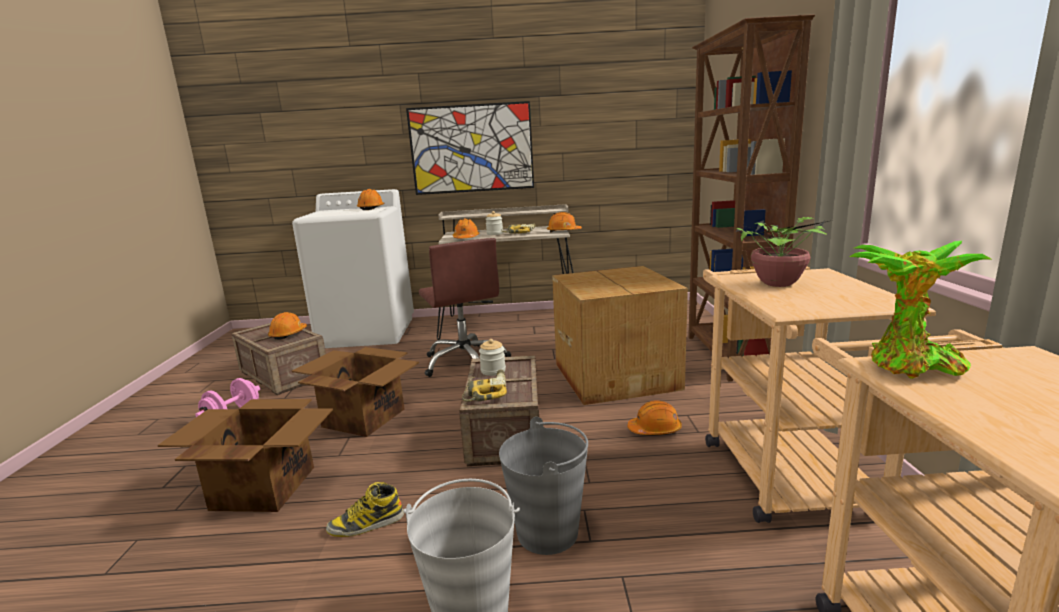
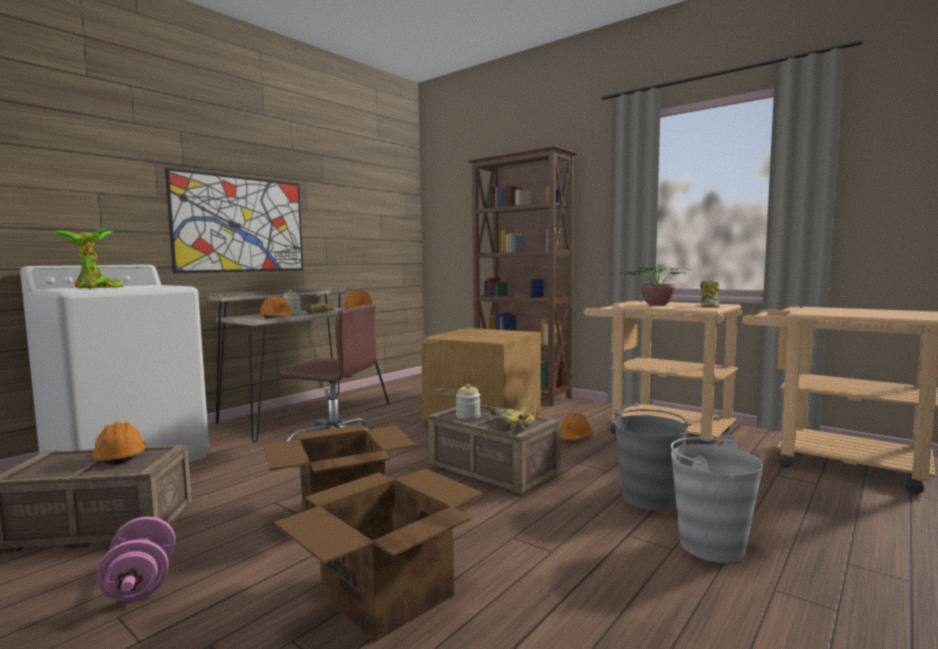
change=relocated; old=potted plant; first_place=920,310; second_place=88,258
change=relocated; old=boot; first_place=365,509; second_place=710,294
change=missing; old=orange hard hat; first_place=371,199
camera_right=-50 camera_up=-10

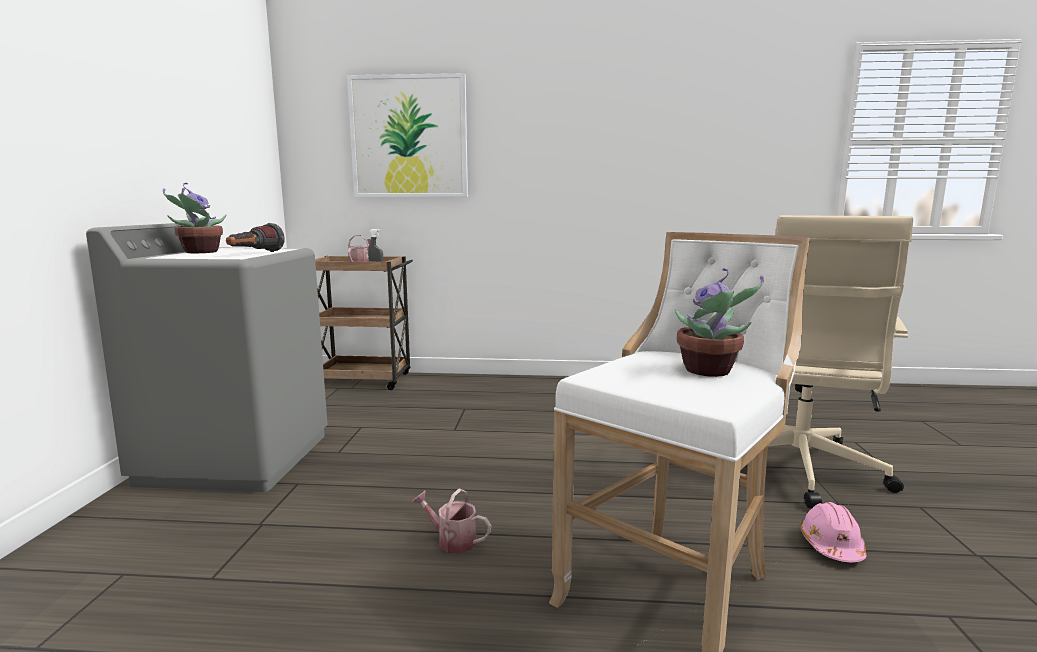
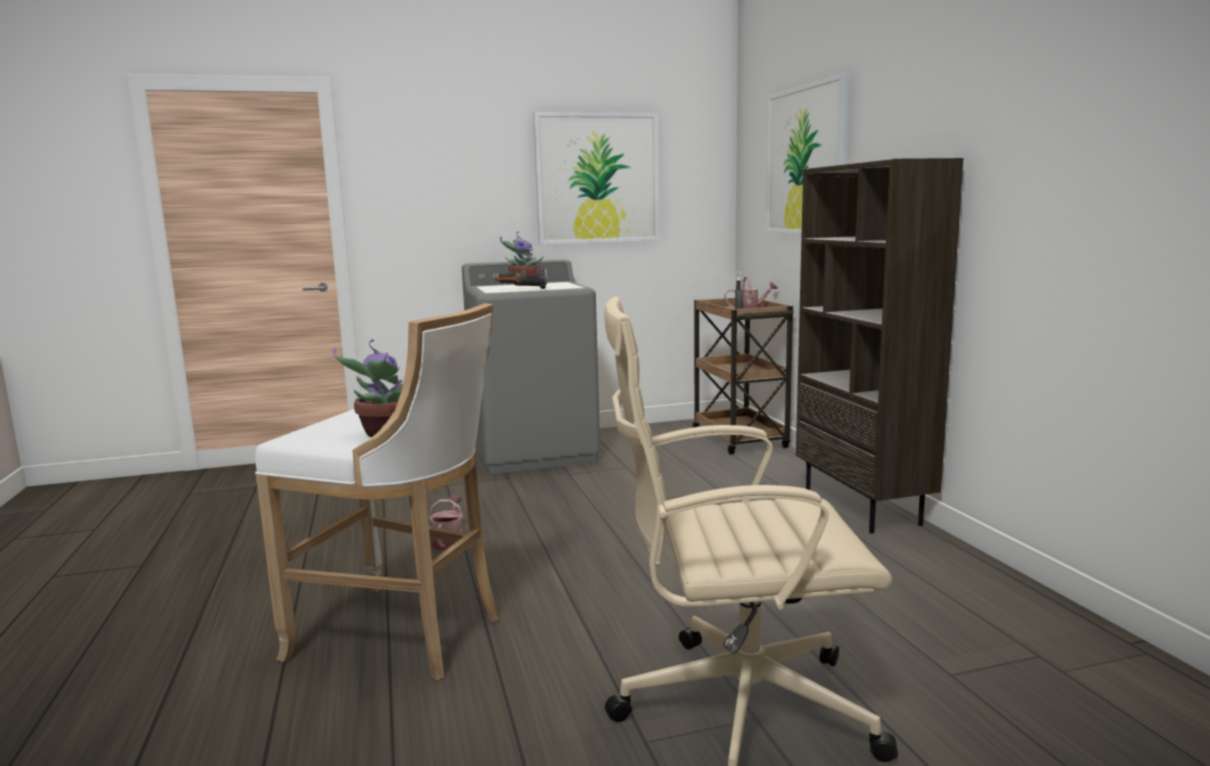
change=appeared; new=picture; second_place=596,178
change=appeared; new=brown bookcase; second_place=879,345
change=missing; old=pink hard hat; first_place=833,532
camera_right=70 camera_up=0

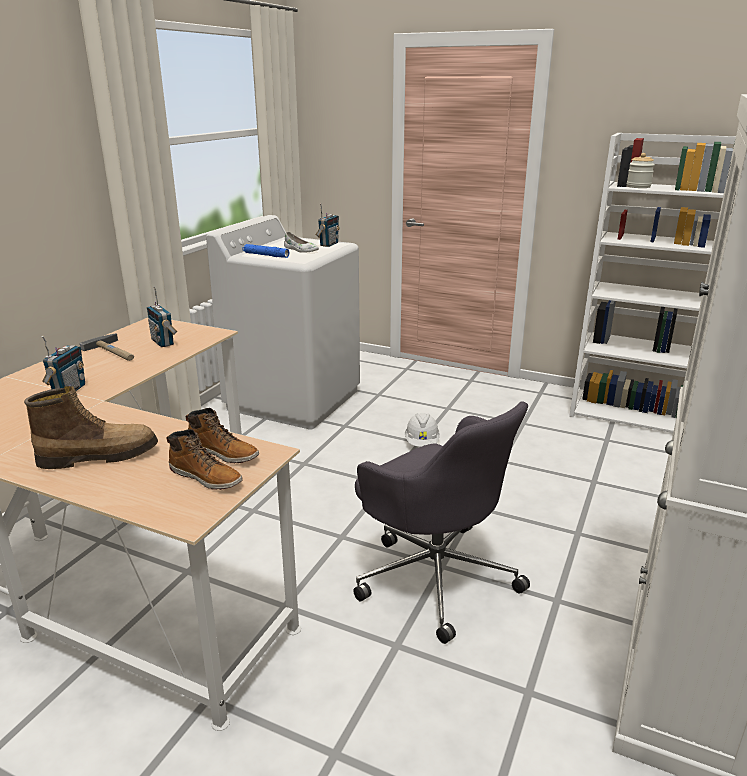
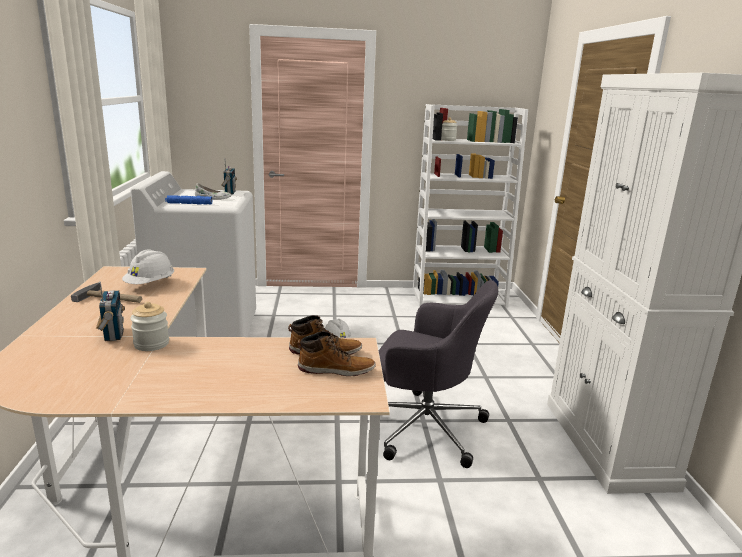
change=exchanged; old=radio; new=white hard hat; first_place=162,317; second_place=148,266
change=appeared; new=jar; second_place=149,326
change=missing; old=boot; first_place=91,427
camera_right=-30 camera_up=-5

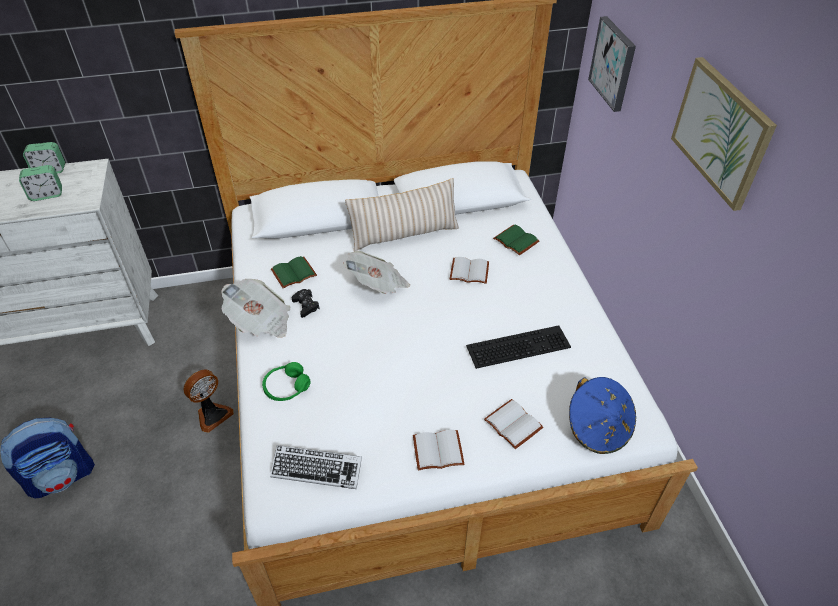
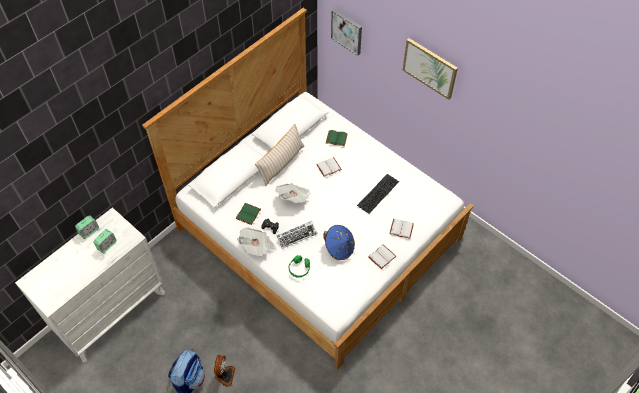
change=relocated; old=fan; first_place=208,401; second_place=224,371
change=relocated; old=keyboard; first_place=316,467; second_place=297,235
change=relocated; old=blue hat; first_place=602,415; second_place=339,242
camera_right=-35 camera_up=10

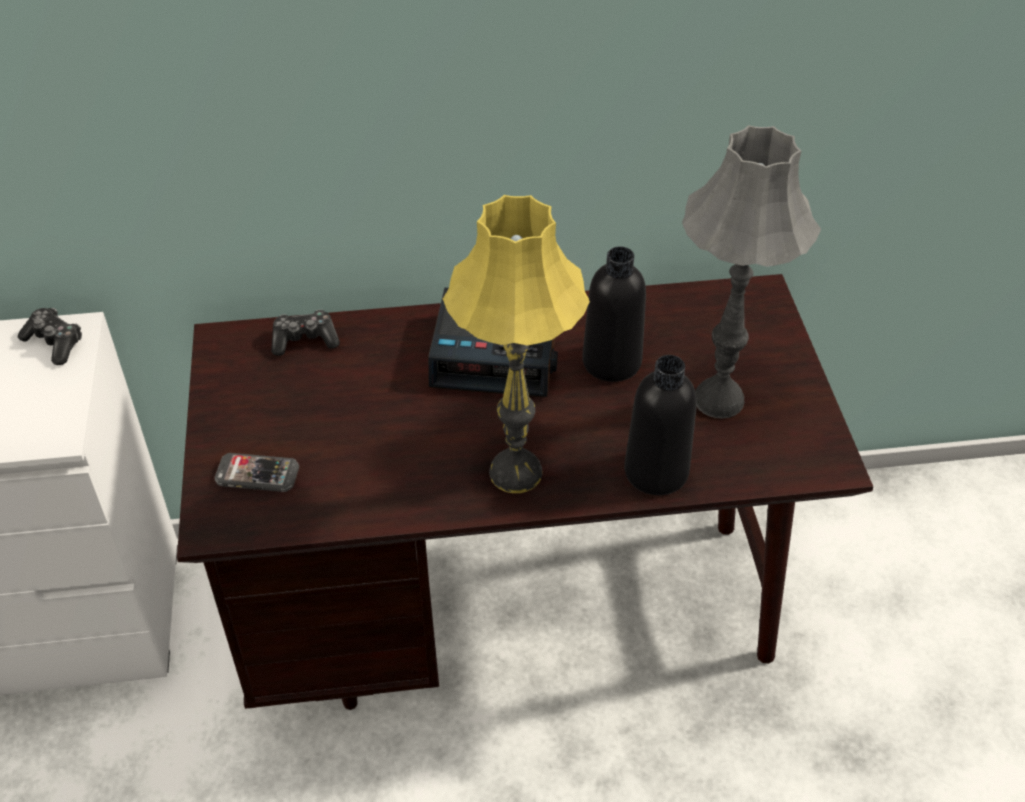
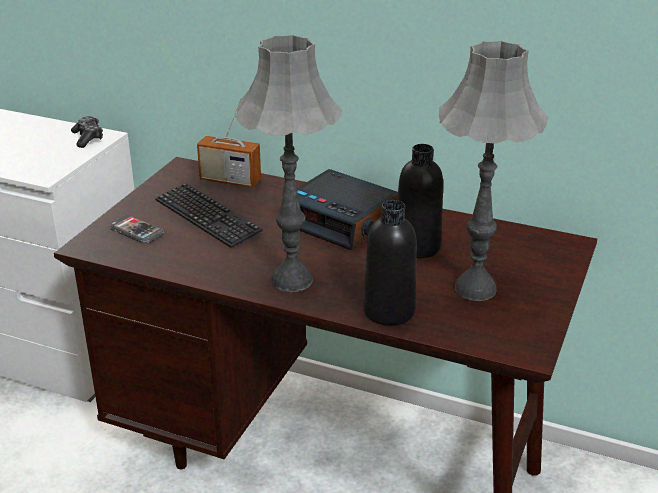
change=appeared; new=keyboard; second_place=209,215
change=exchanged; old=game controller; new=radio; first_place=305,333; second_place=229,142
change=colour; old=yellow table lamp; new=grey table lamp; first_place=516,344; second_place=288,163
camera_right=30 camera_up=-15

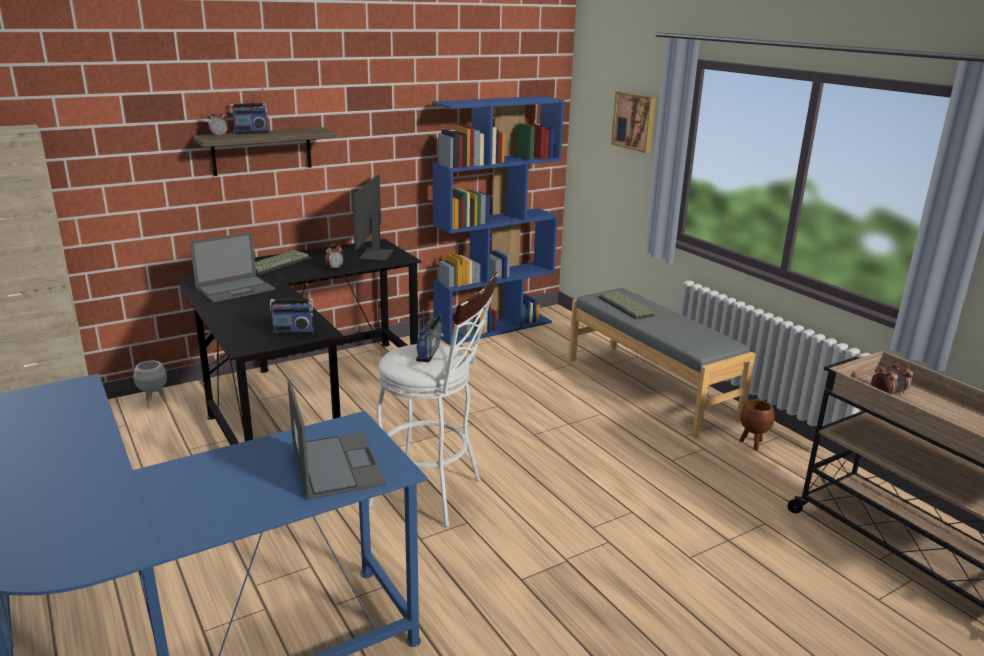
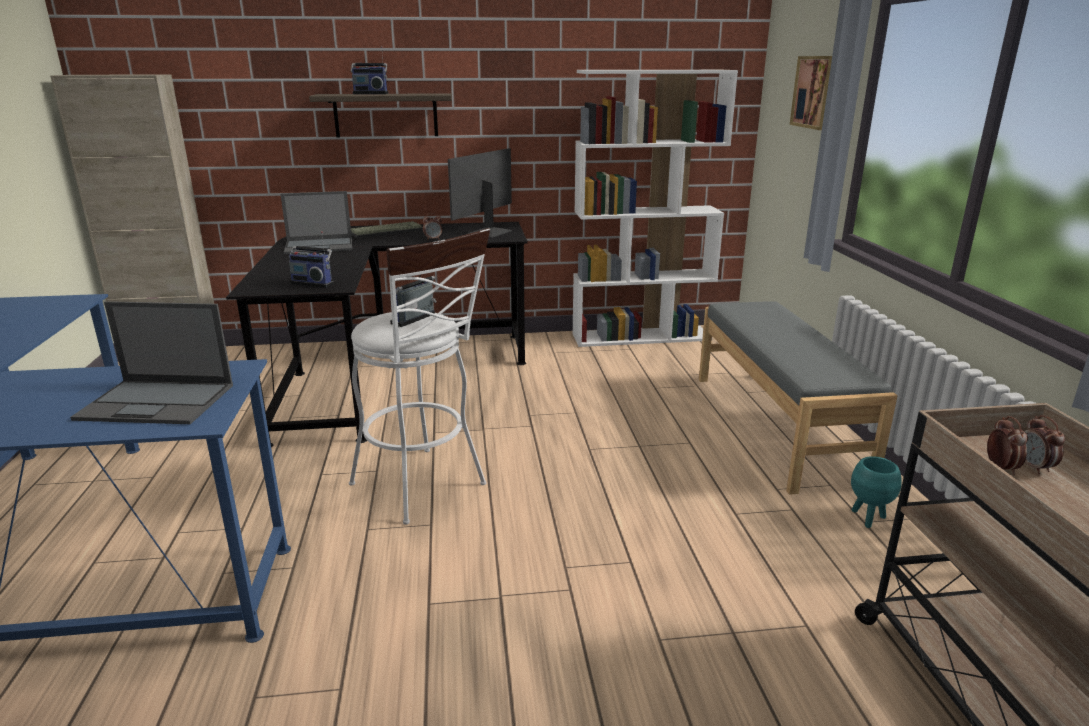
change=spun; old=laptop; first_place=336,439; second_place=151,362; degrees=90
change=colour; old=blue bookcase; new=white bookcase; first_place=498,221; second_place=655,208
change=colour; old=brown planter; new=turquoise planter; first_place=757,425; second_place=876,492
change=missing; old=white planter; first_place=150,384
change=missing; old=alarm clock; first_place=218,123
change=missing; old=keyboard; first_place=626,305
camera_right=25 camera_up=0

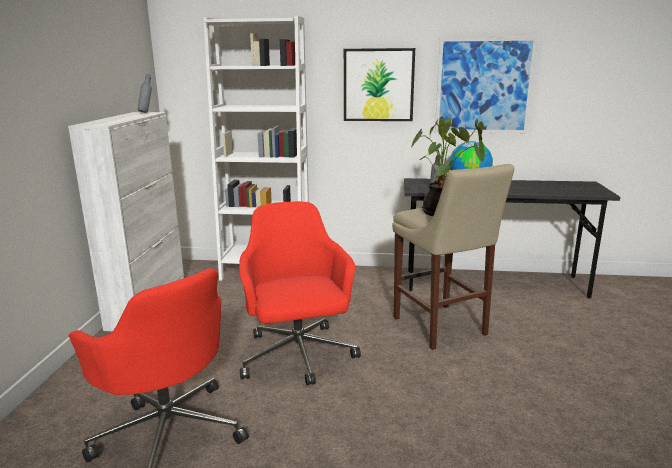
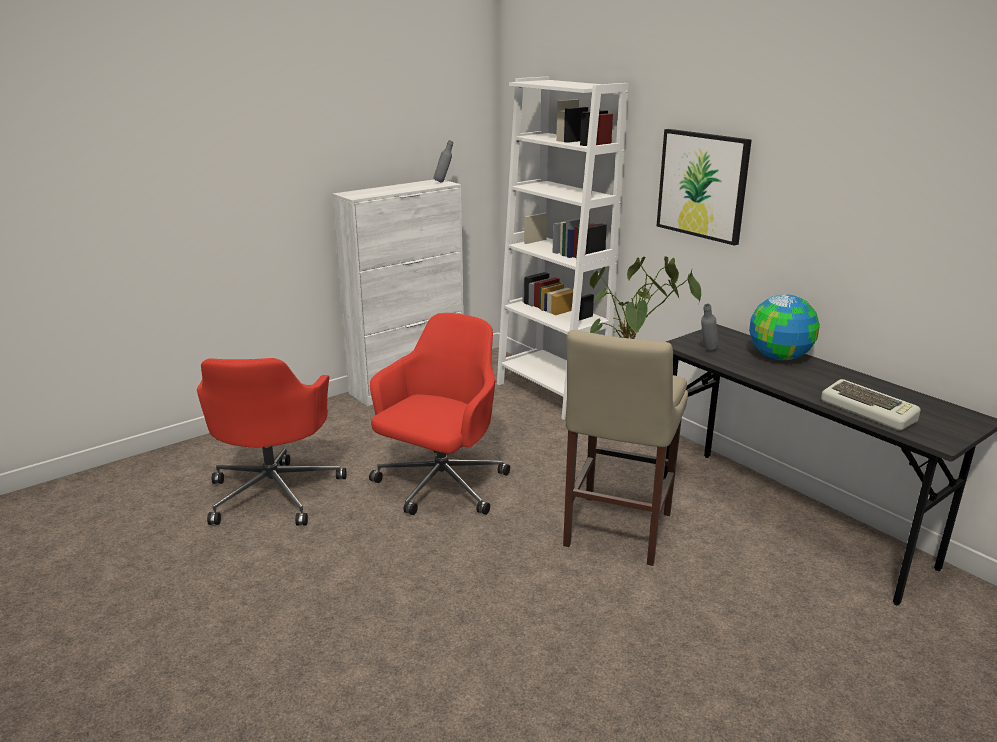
change=appeared; new=keyboard; second_place=871,405
change=missing; old=picture; first_place=486,85
camera_right=45 camera_up=5

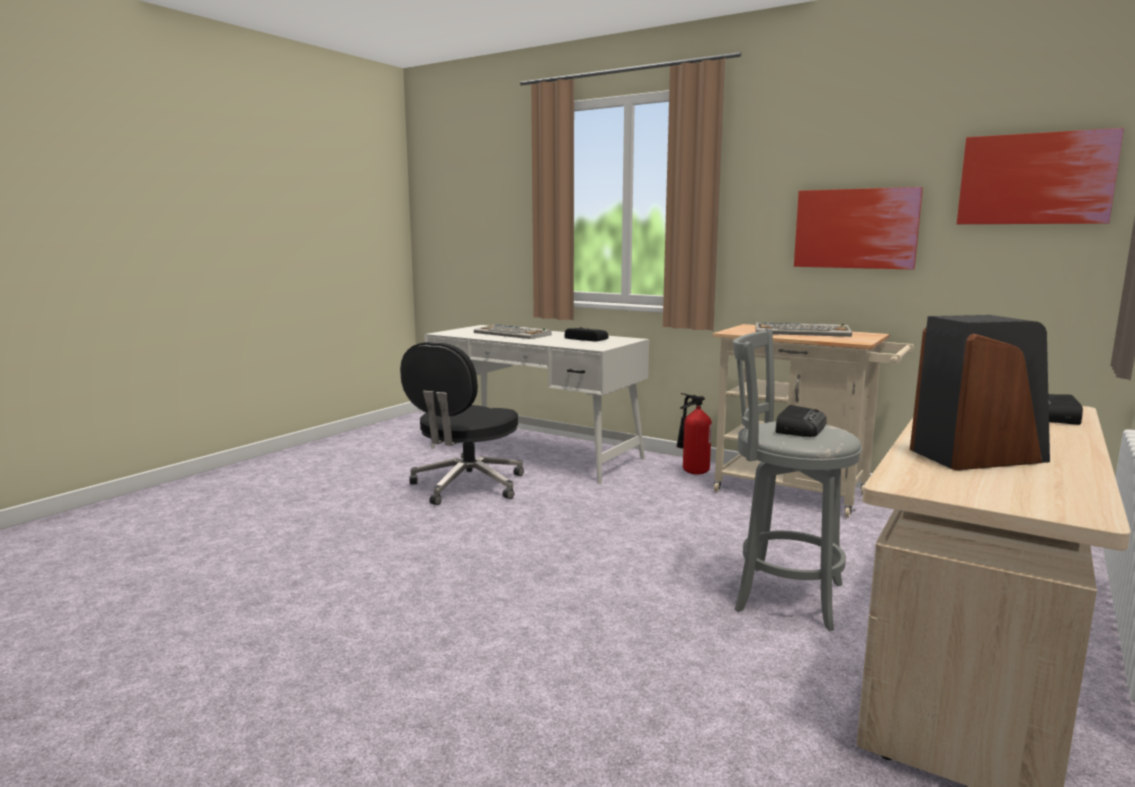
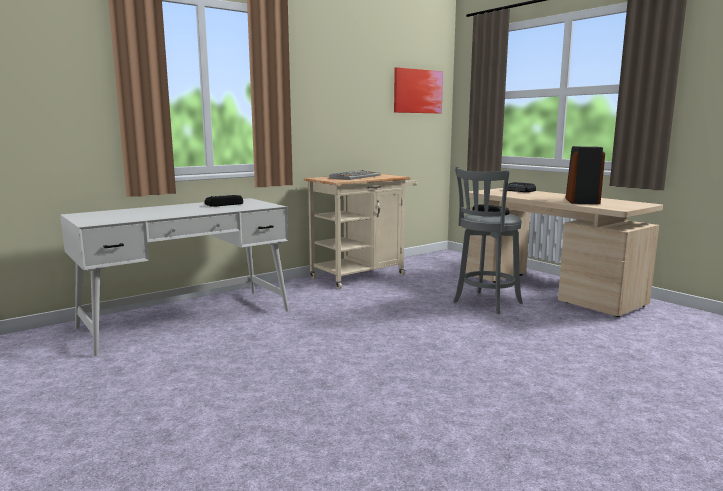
change=missing; old=black office chair; first_place=462,423
change=missing; old=keyboard; first_place=512,331
change=missing; old=fire extinguisher; first_place=694,433
change=missing; old=picture; first_place=858,228
camera_right=-70 camera_up=0

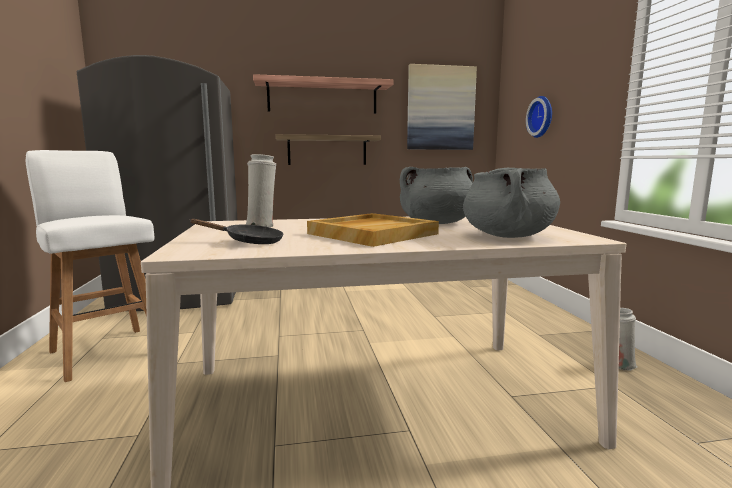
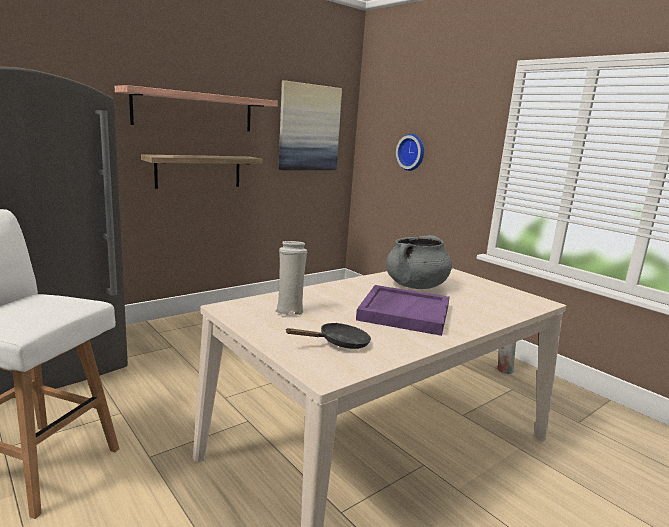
change=colour; old=beige tray; new=purple tray; first_place=373,230; second_place=403,310
change=missing; old=grey cooking pot; first_place=511,202
camera_right=-30 camera_up=5

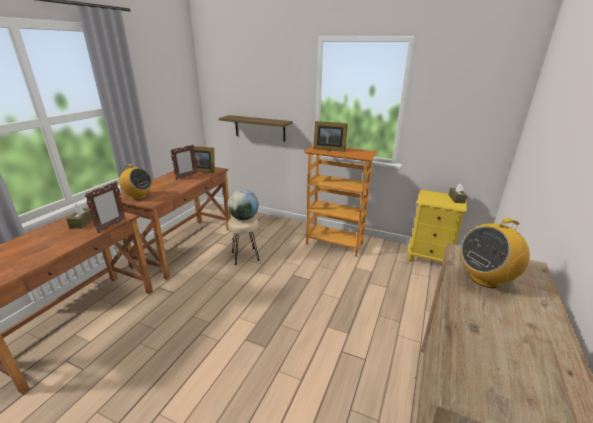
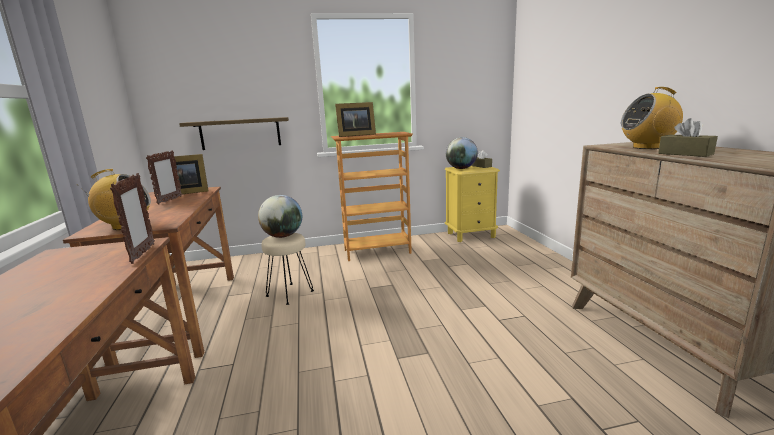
change=appeared; new=globe; second_place=462,153
change=spun; old=radio; first_place=495,253; second_place=652,118; degrees=60
change=relocated; old=brown tissue box; first_place=80,216; second_place=688,137
camera_right=-35 camera_up=-10

